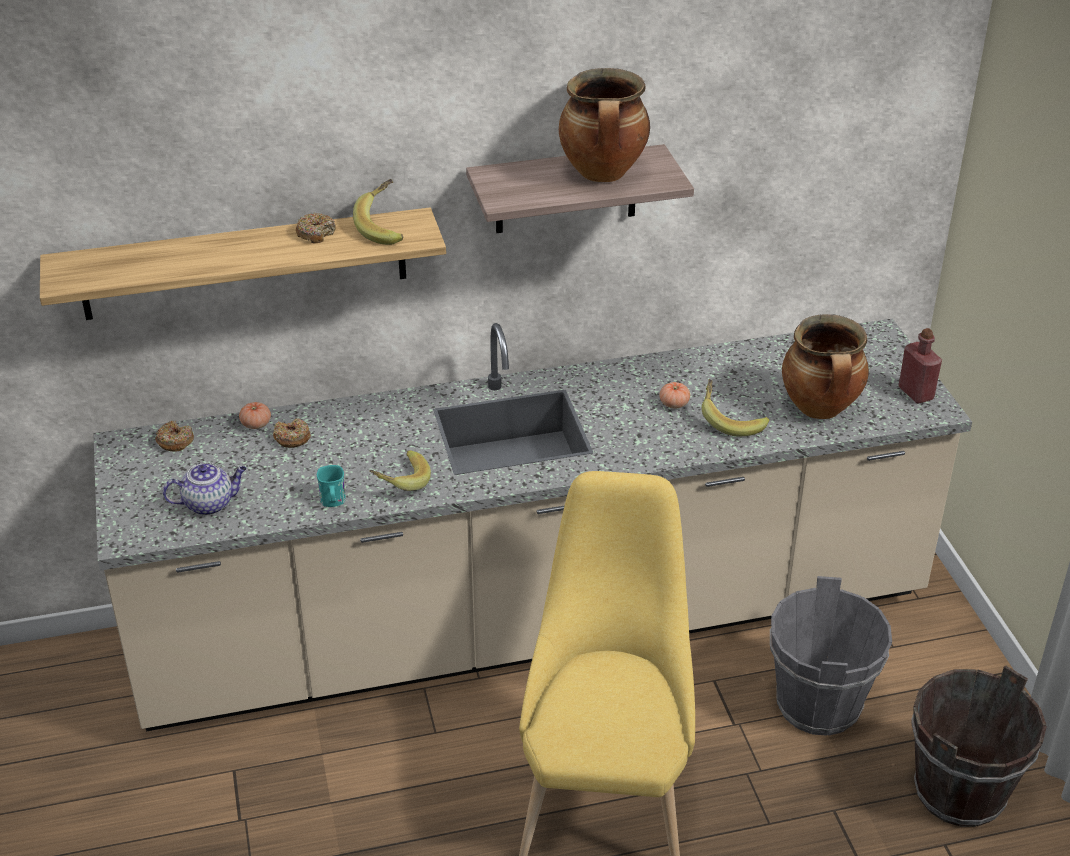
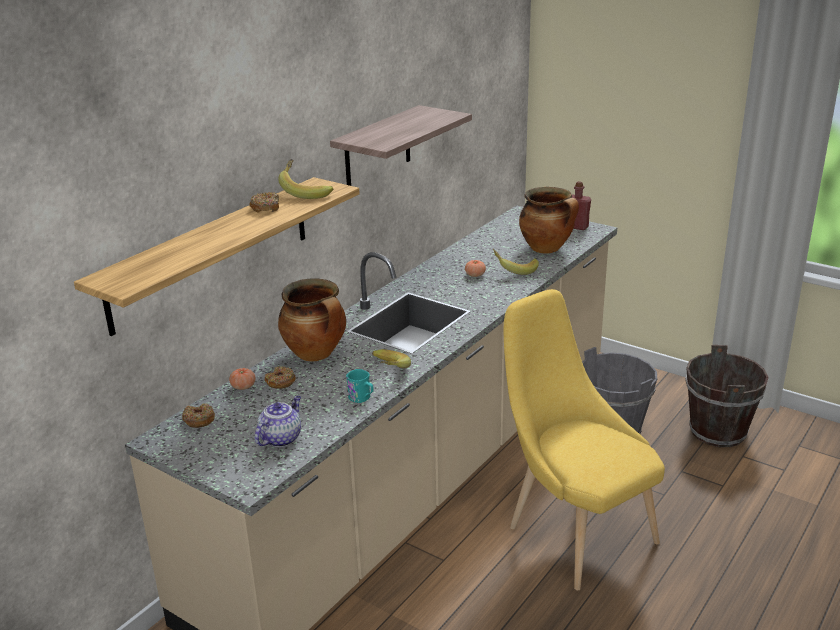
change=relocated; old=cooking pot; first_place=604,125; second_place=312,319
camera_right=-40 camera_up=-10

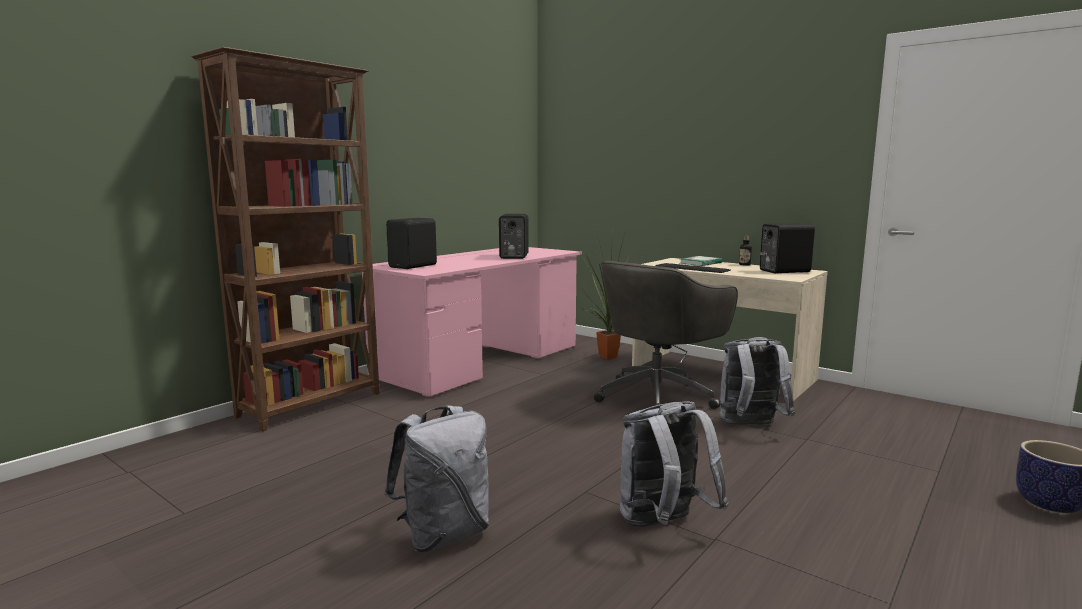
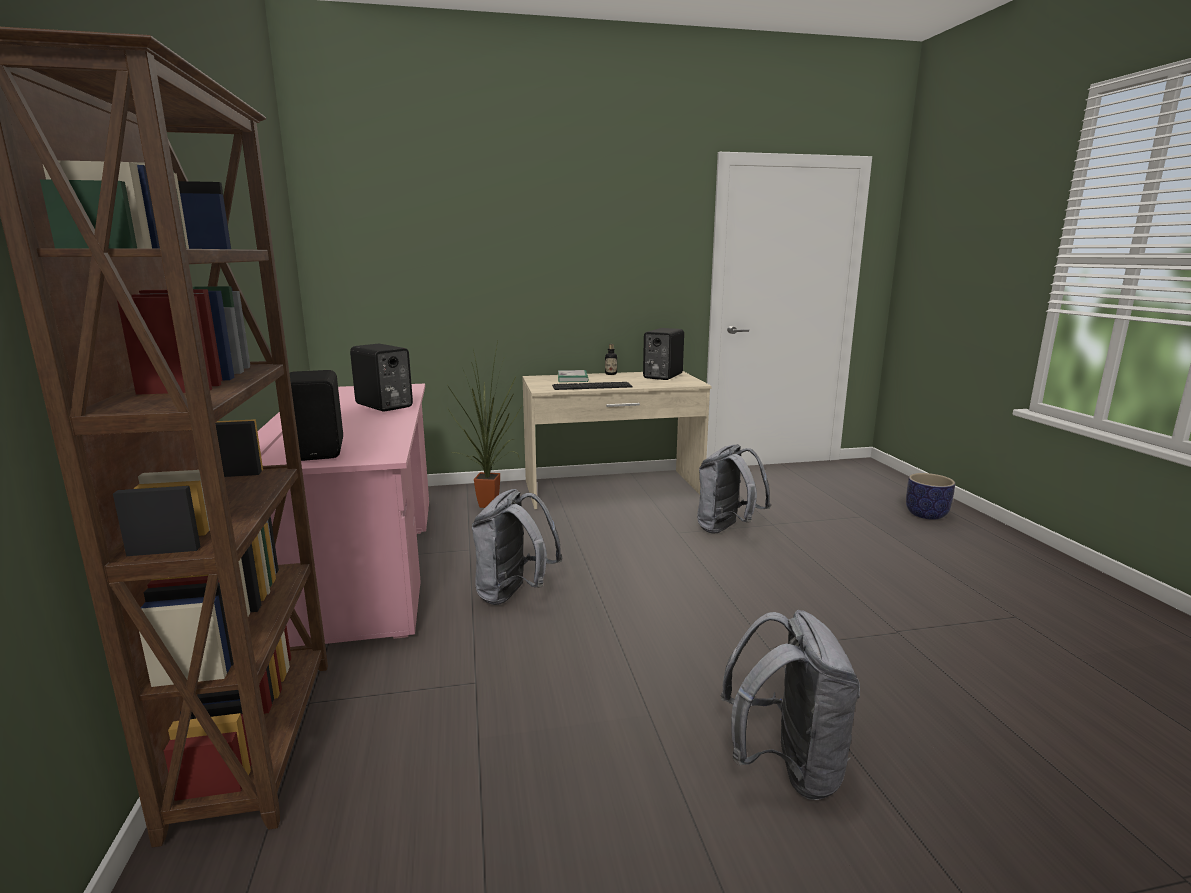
change=relocated; old=grey backpack; first_place=674,464; second_place=517,547
change=missing; old=grey office chair; first_place=666,335
camera_right=-50 camera_up=5

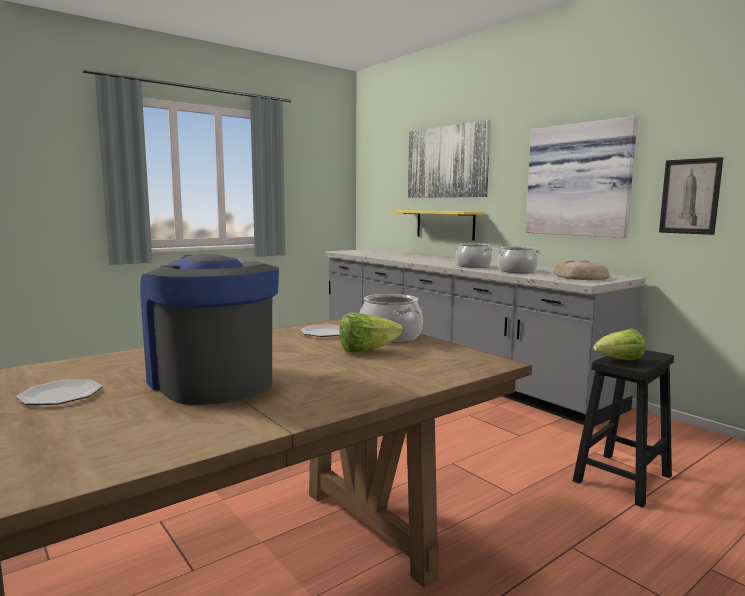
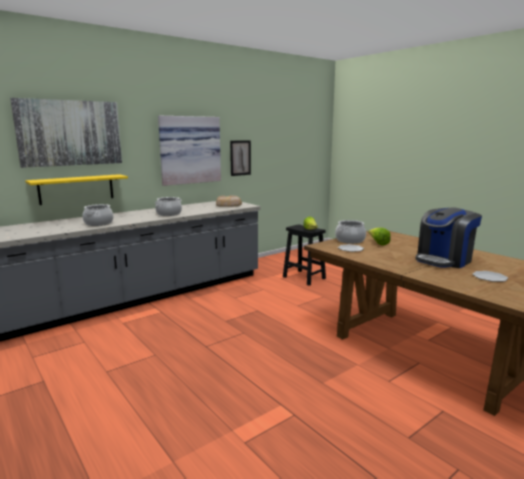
change=relocated; old=cooking pot; first_place=518,259; second_place=98,215
camera_right=-90 camera_up=5

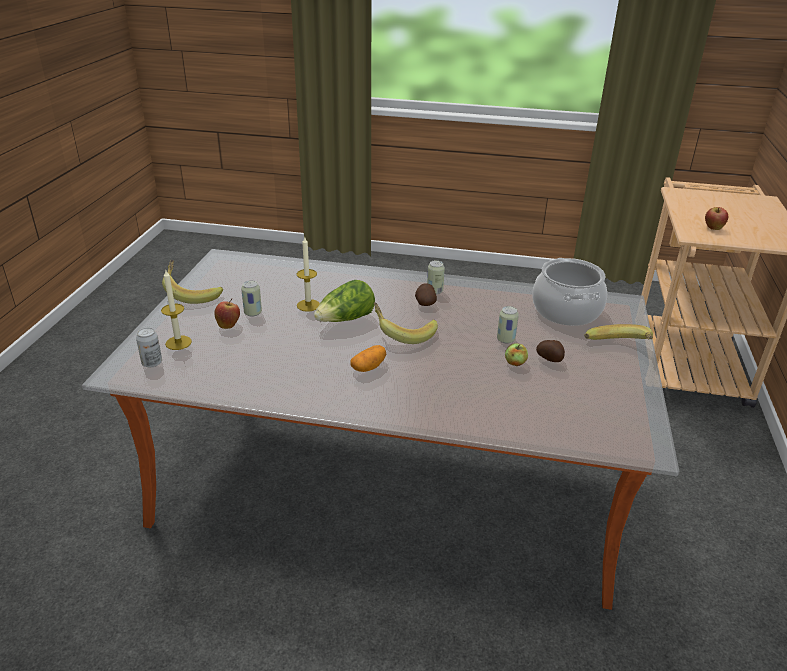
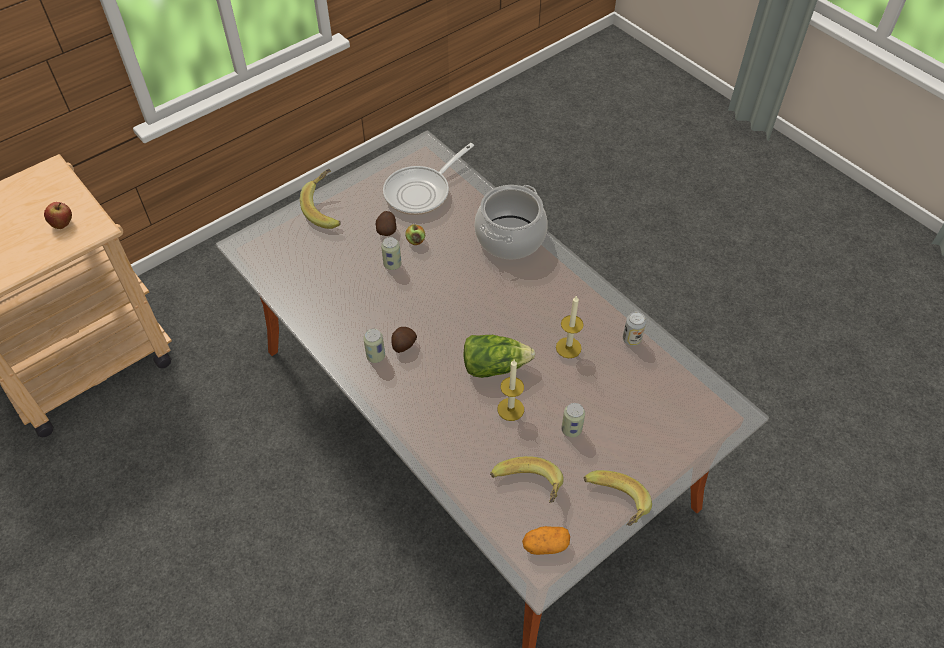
change=appeared; new=frying pan; second_place=428,179
change=relocated; old=cooking pot; first_place=569,292; second_place=511,222
change=relocated; old=banana; first_place=406,323; second_place=527,479
change=relocated; old=potato; first_place=368,358; second_place=546,540
change=relocated; old=candle; first_place=176,309; second_place=570,326
change=relocated; old=can; first_place=149,348; second_place=634,329
change=missing; old=apple; first_place=227,313
camera_right=-140 camera_up=20

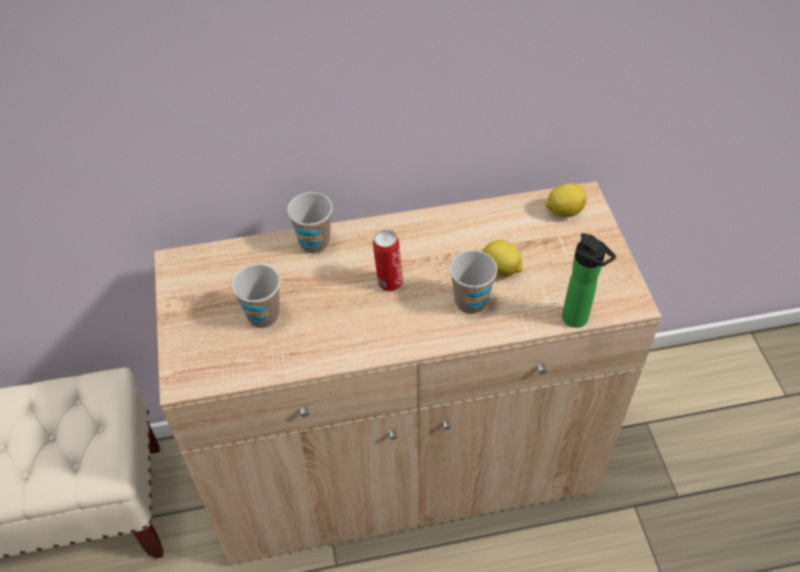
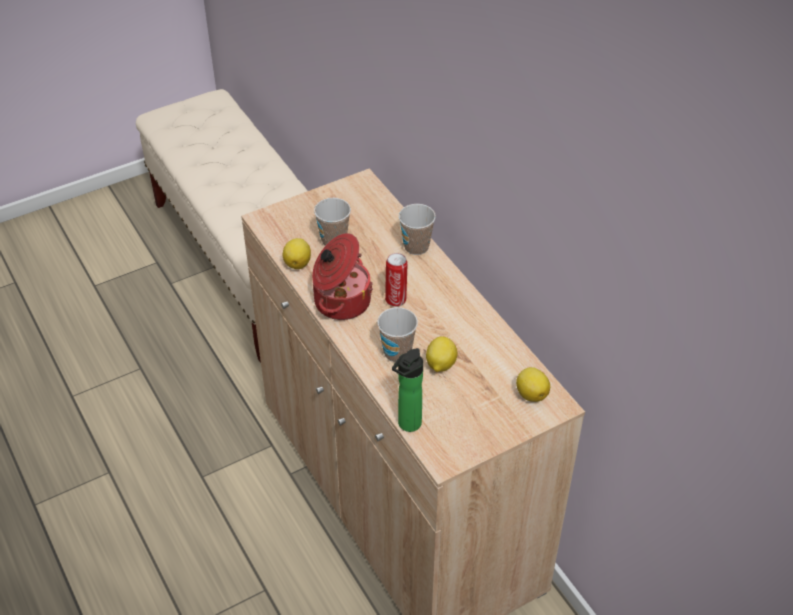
change=appeared; new=lemon; second_place=297,253
change=appeared; new=cooking pot; second_place=342,276
camera_right=70 camera_up=-5

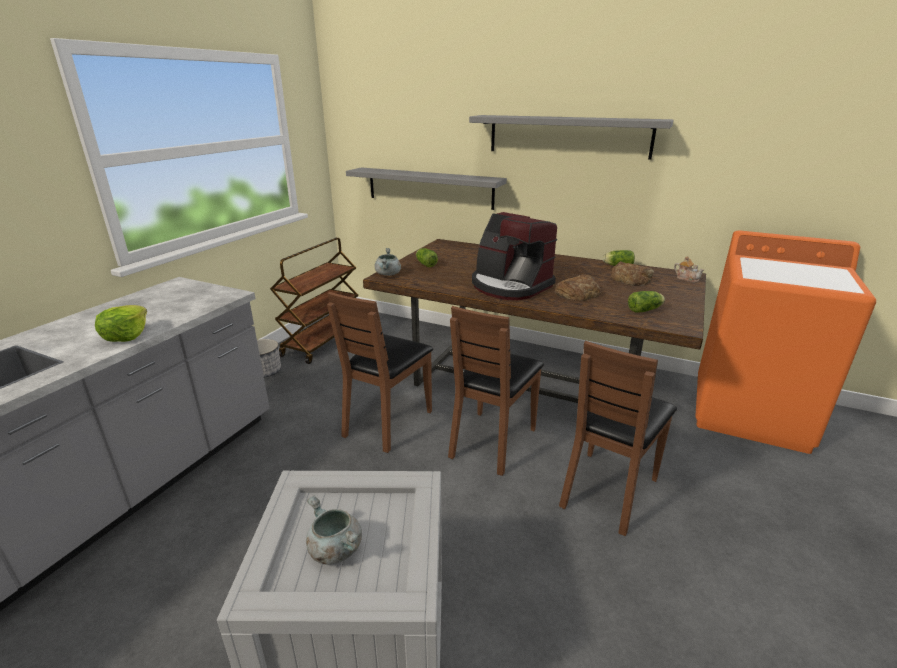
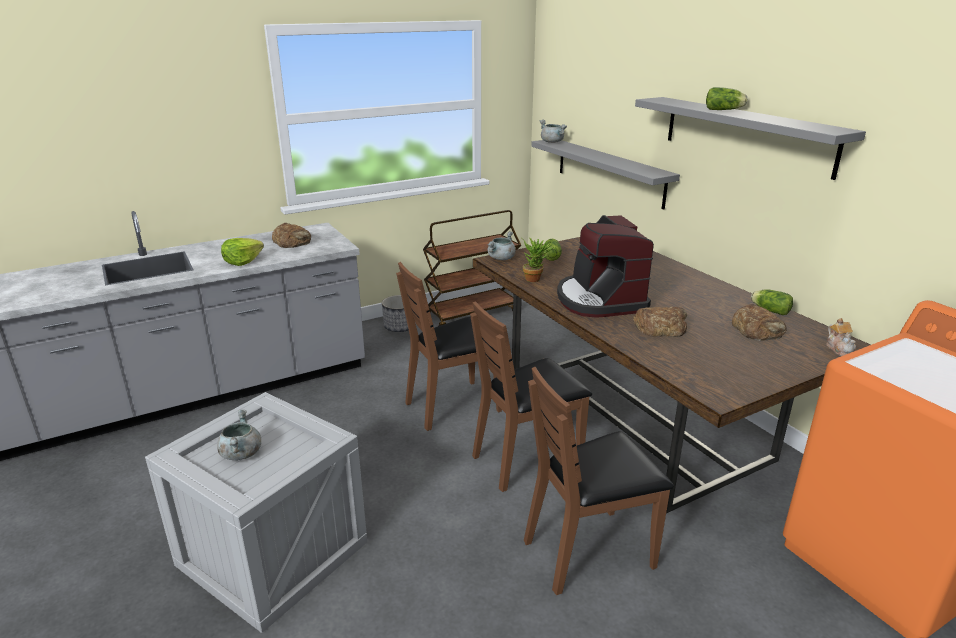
change=appeared; new=bread; second_place=291,235
change=appeared; new=potted plant; second_place=537,260
change=appeared; new=grey cooking pot; second_place=553,131
change=relocated; old=lettuce; first_place=646,301; second_place=727,98
camera_right=35 camera_up=0

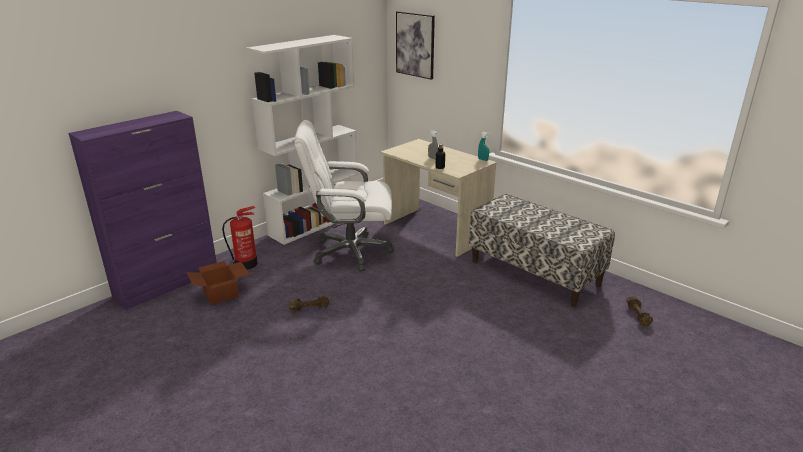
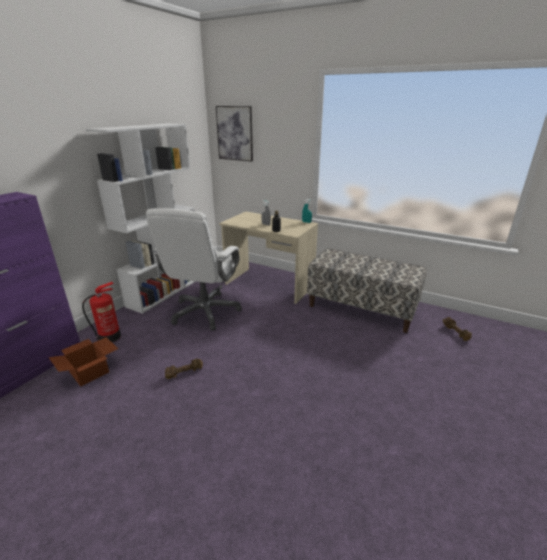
change=spun; old=white office chair; first_place=344,196; second_place=194,270; degrees=-60
camera_right=-15 camera_up=0

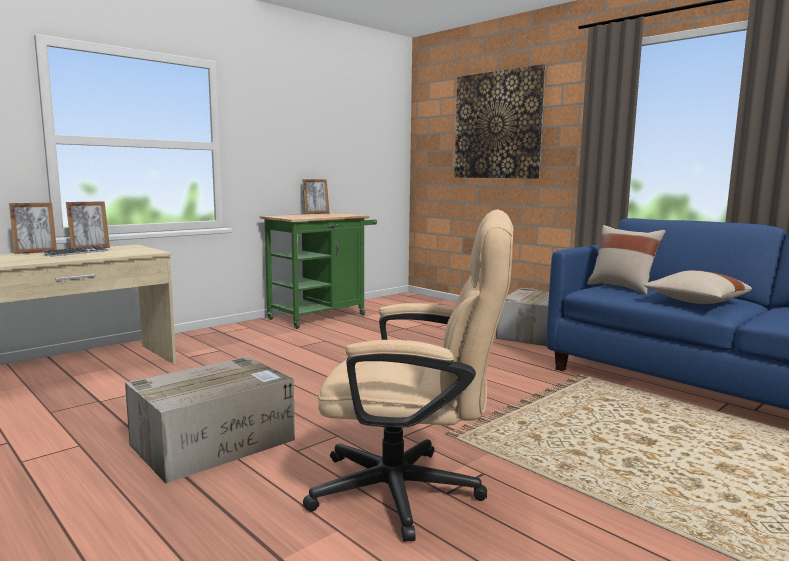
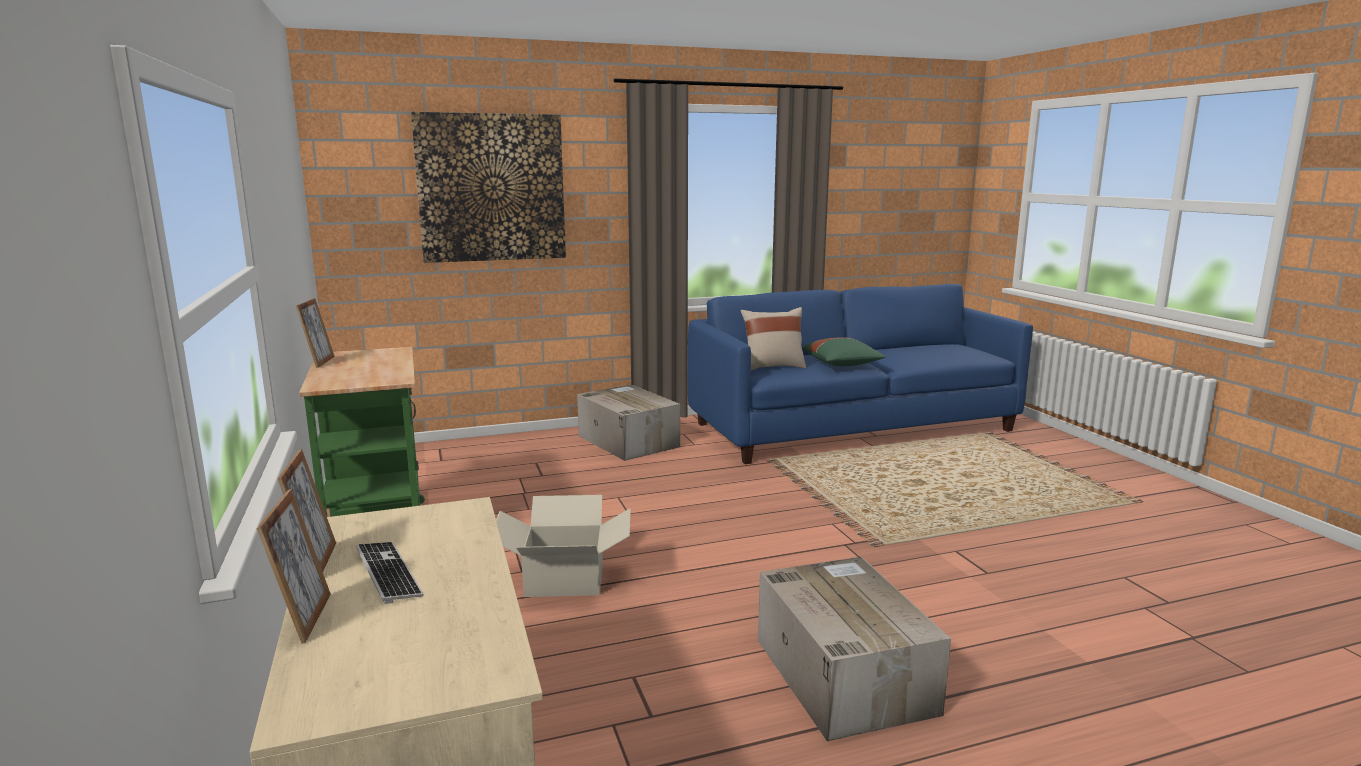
change=appeared; new=cardboard box; second_place=563,546
change=colour; old=beige pillow; new=green pillow; first_place=698,287; second_place=843,351
change=missing; old=beige office chair; first_place=408,375
camera_right=-65 camera_up=5

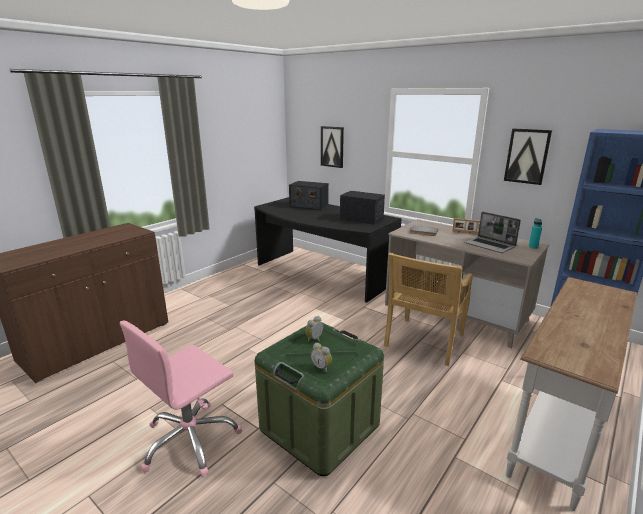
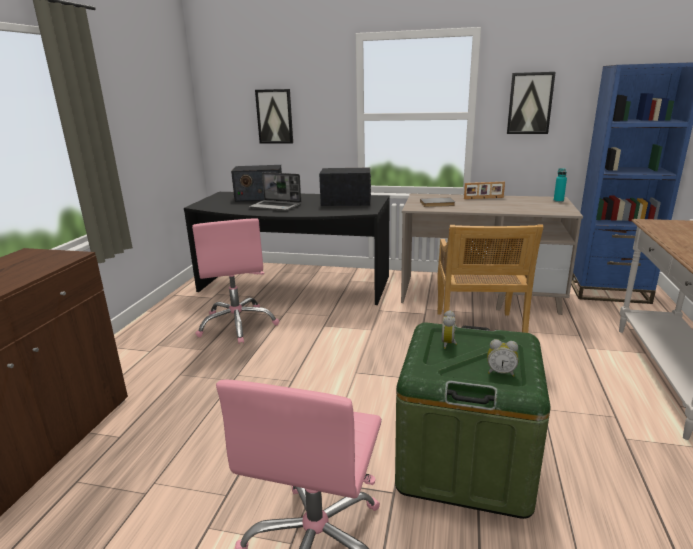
change=appeared; new=pink office chair; second_place=235,281
change=relocated; old=laptop; first_place=492,232; second_place=275,191
camera_right=-25 camera_up=0

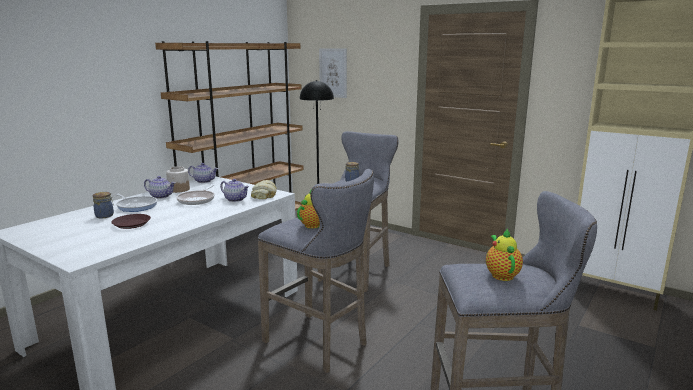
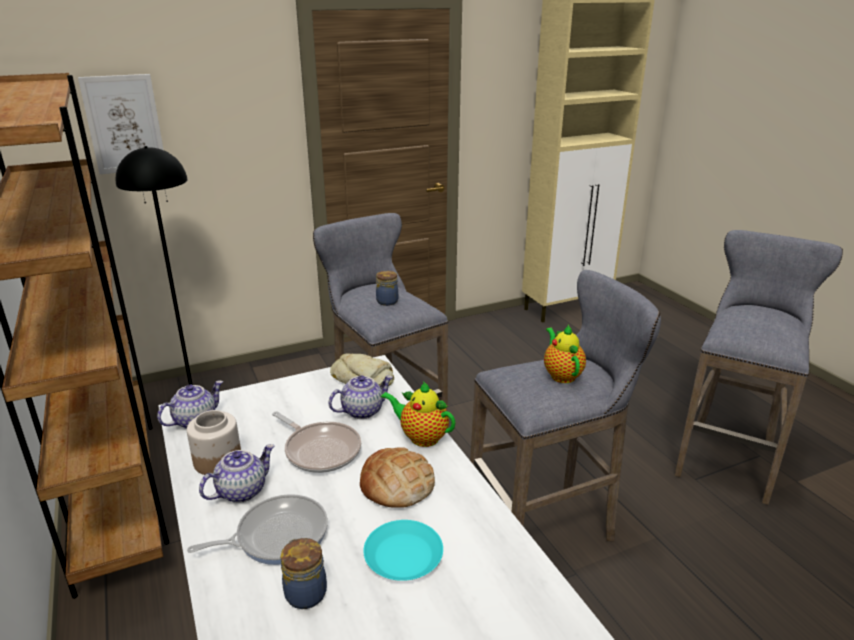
change=appeared; new=bread; second_place=397,477
change=colour; old=brown plate; new=turquoise plate; first_place=131,221; second_place=403,550
change=relocated; old=teapot; first_place=504,255; second_place=418,414
camera_right=-60 camera_up=10

